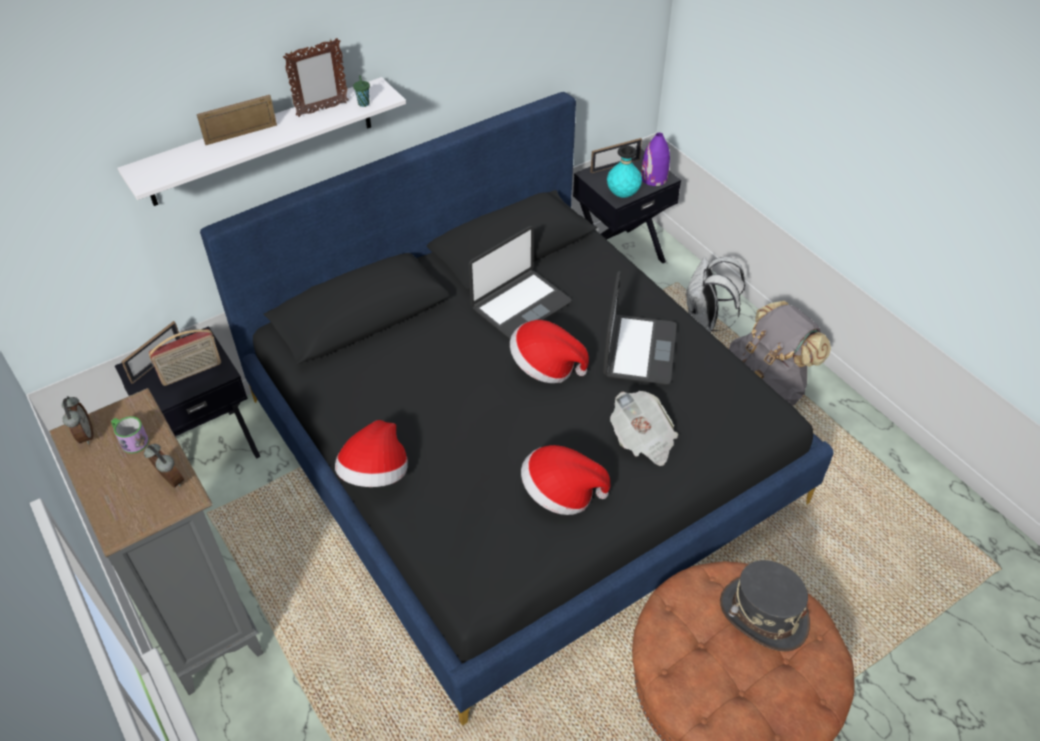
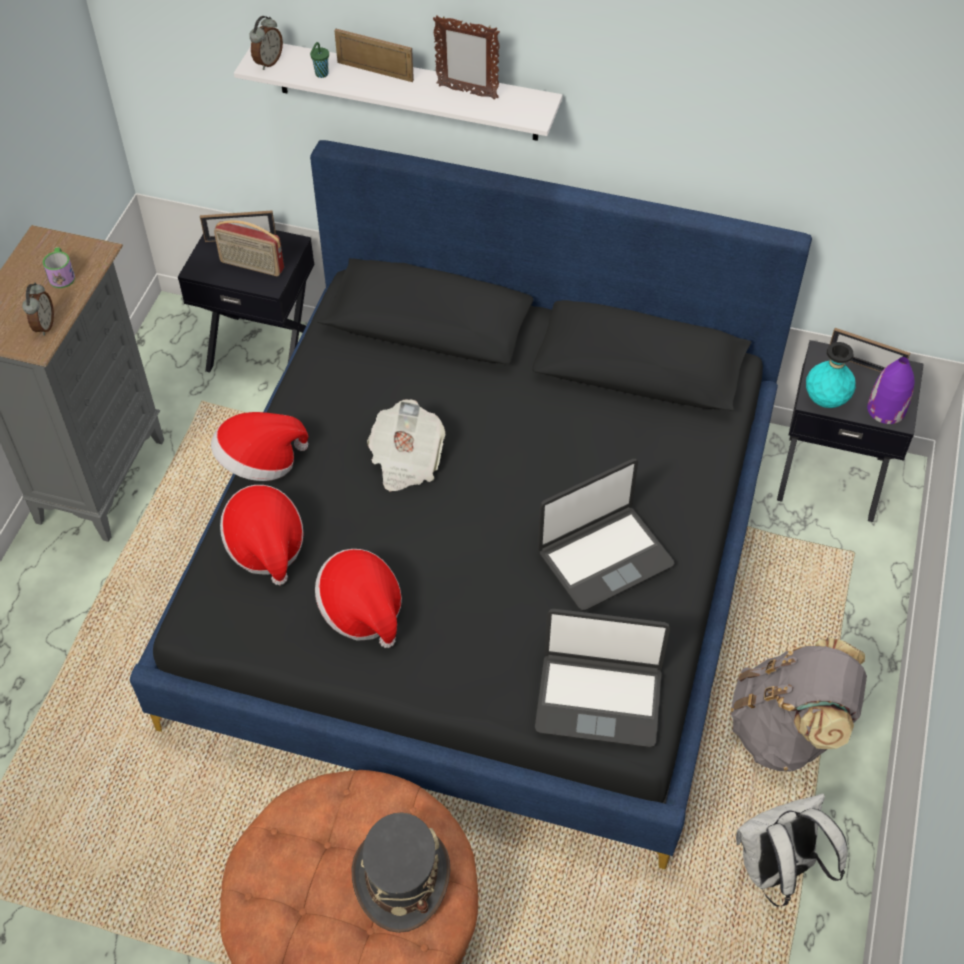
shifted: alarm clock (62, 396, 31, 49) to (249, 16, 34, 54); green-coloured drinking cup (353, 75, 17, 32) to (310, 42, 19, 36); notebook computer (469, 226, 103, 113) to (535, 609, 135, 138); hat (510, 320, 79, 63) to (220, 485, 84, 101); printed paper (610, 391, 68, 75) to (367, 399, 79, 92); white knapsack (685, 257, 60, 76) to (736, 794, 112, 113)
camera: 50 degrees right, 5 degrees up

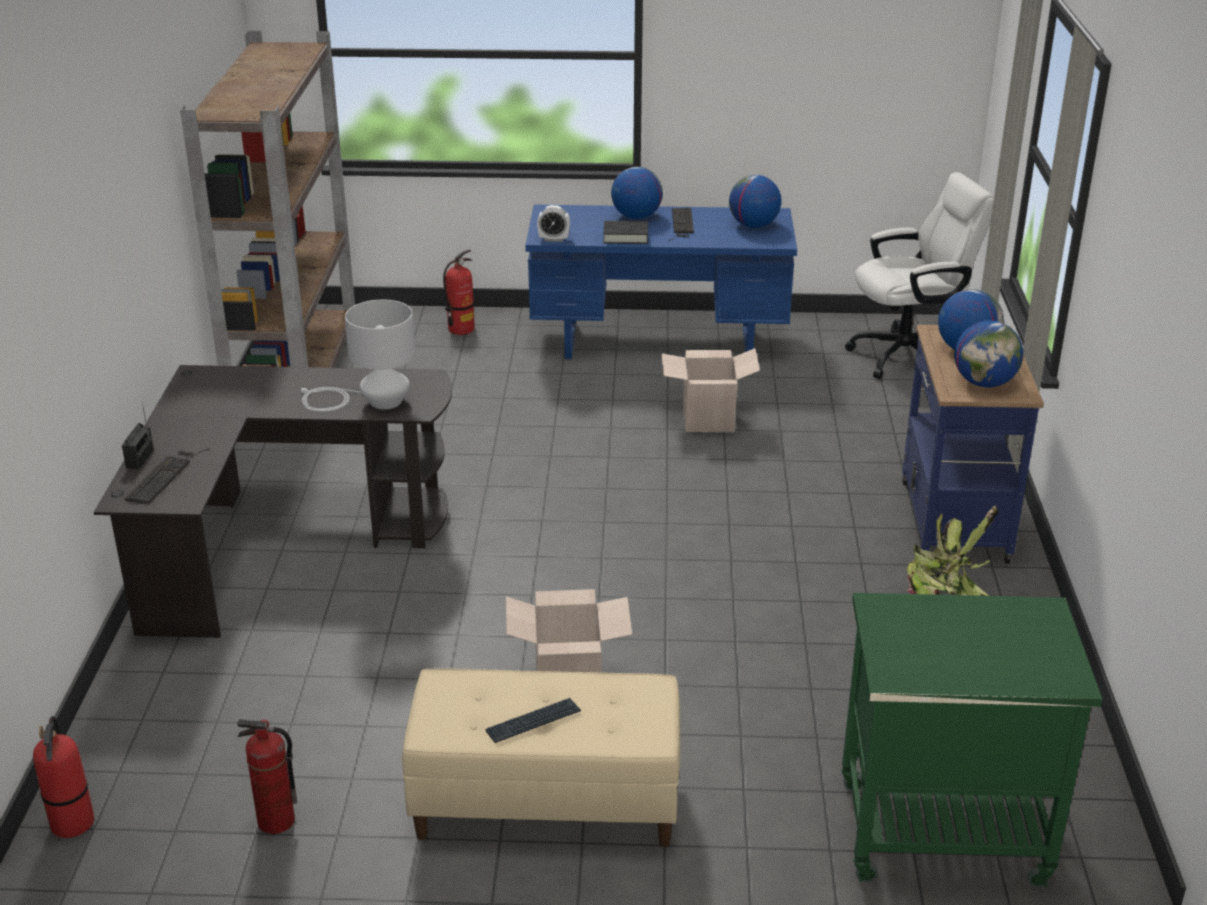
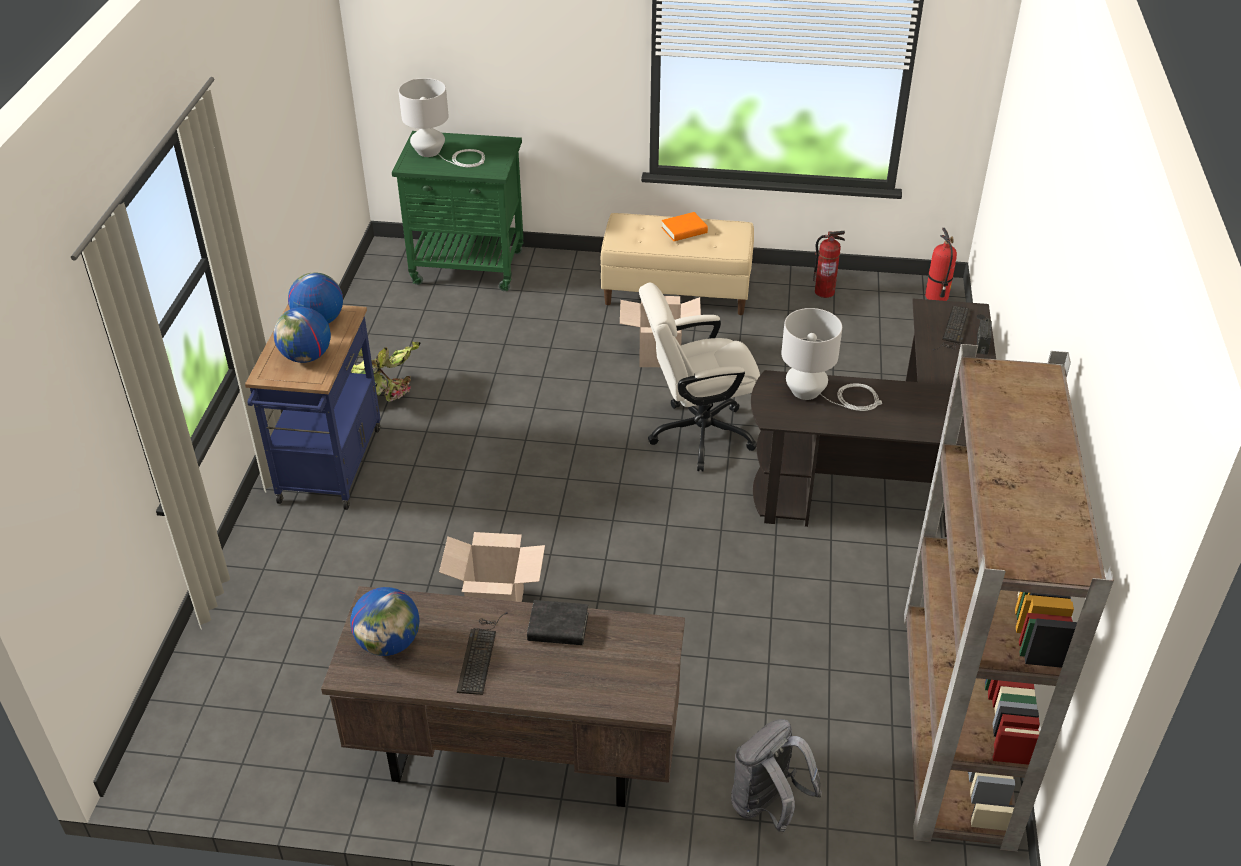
gone: alarm clock (537, 205, 33, 37); world globe (611, 167, 52, 52)
new: white table lamp (398, 78, 87, 89)
shifted: white computer chair (845, 172, 149, 207) to (639, 283, 121, 188)
swapped: extinguisher (443, 250, 32, 85) to greyish knapsack (731, 719, 91, 114); computer keyboard (485, 698, 96, 45) to orangey bound book (661, 212, 47, 29)
repainted: blue-coloured desk unit (525, 205, 272, 154) to brown desk unit (321, 586, 364, 221)
camera: 175 degrees left, 10 degrees up

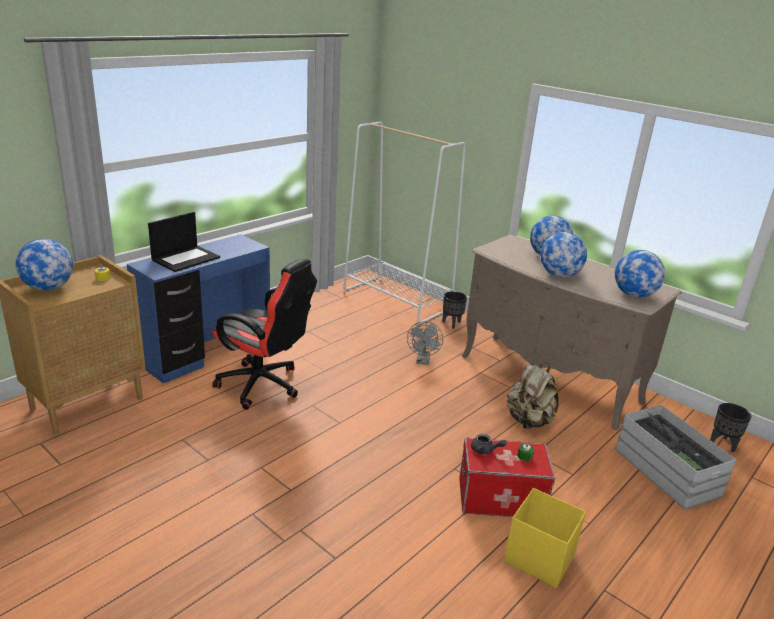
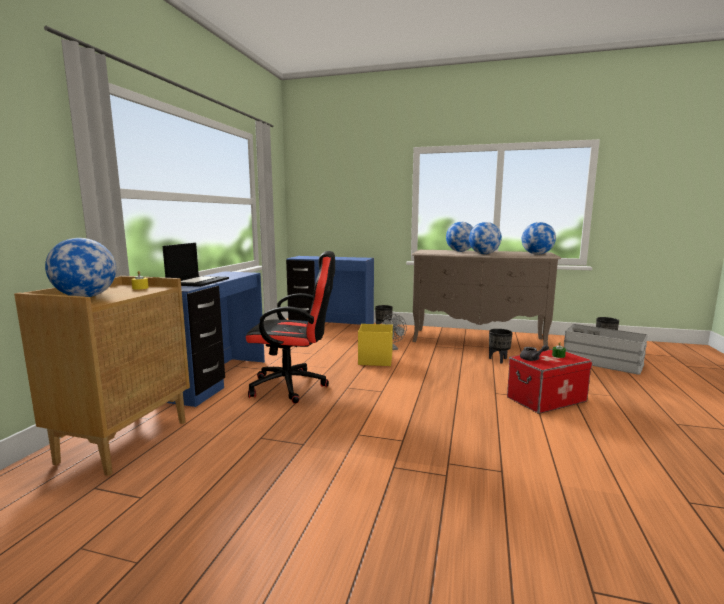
shifted: yellow-coloured storage box (504, 488, 82, 100) to (358, 324, 35, 42)
swapped: white clothes rack (343, 122, 123, 203) to blue-coloured desk unit (286, 256, 88, 69); beige knapsack (507, 363, 52, 66) to black-coloured planter (489, 329, 24, 34)
camera: 25 degrees left, 15 degrees down

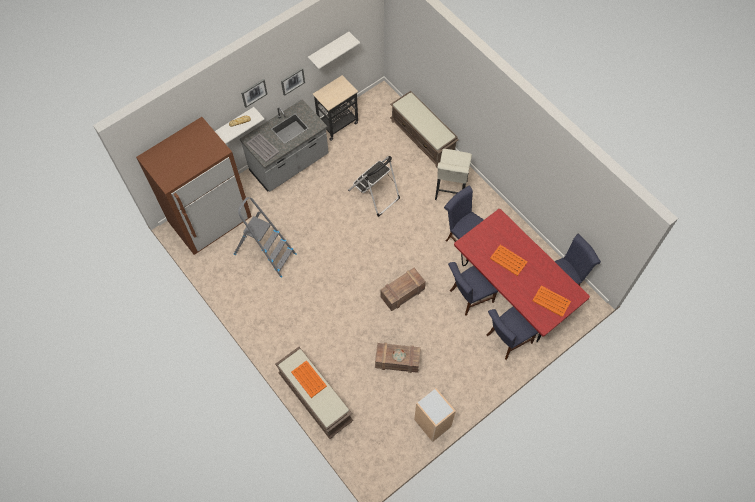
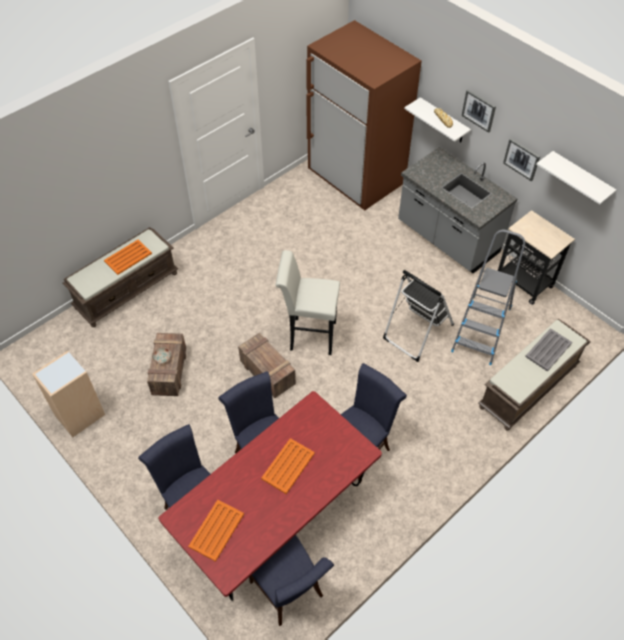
shifted: greyish step ladder (234, 197, 63, 81) to (451, 230, 74, 135); greyish tray (246, 133, 33, 29) to (525, 328, 47, 44); white stool seat (435, 149, 37, 51) to (276, 250, 64, 105)
camera: 85 degrees right, 10 degrees down

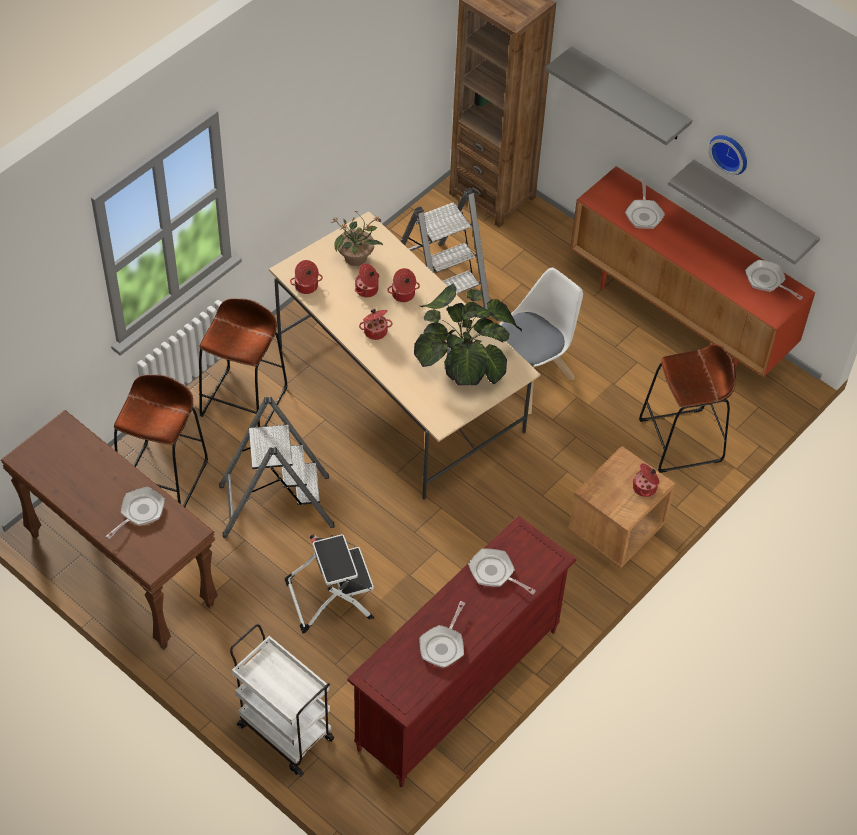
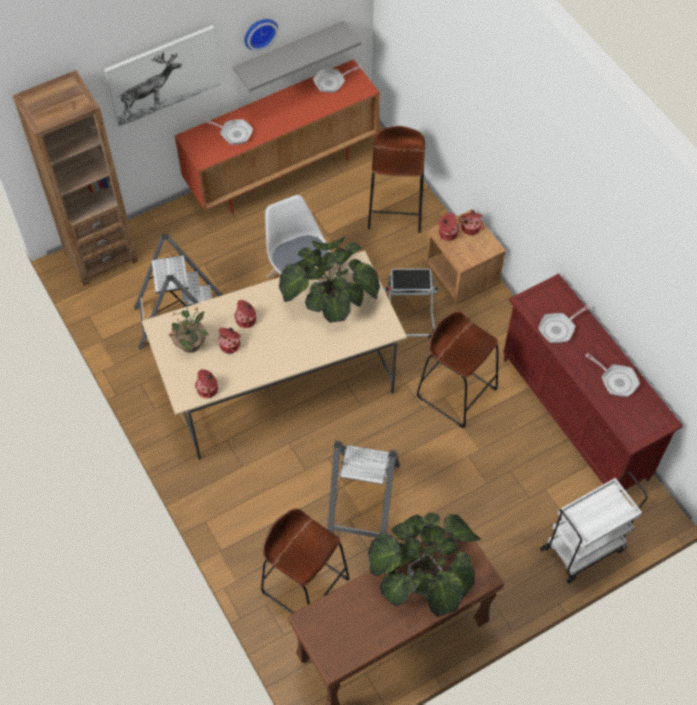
shifted: brown stool seat (199, 298, 89, 129) to (417, 311, 82, 117); step ladder (284, 534, 90, 100) to (384, 269, 54, 69); cooking pot (359, 309, 34, 31) to (439, 213, 20, 28)
swapped: frying pan (106, 487, 59, 52) to houseplant (368, 513, 114, 104); greyish shelf (545, 46, 147, 99) to wall art (104, 25, 118, 102)
camera: 70 degrees left, 5 degrees up

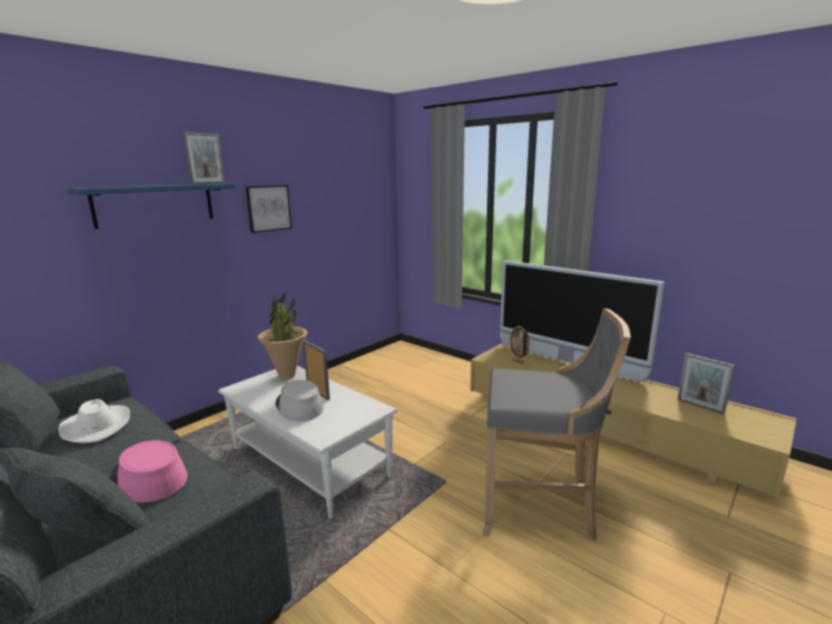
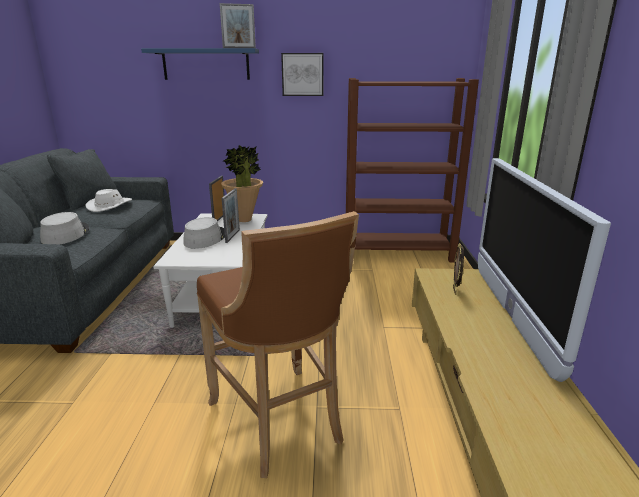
new: brown bookshelf (346, 78, 133, 184)
shifted: photo frame (677, 353, 58, 62) to (209, 176, 16, 46)
repainted: pinkish hat (110, 440, 77, 63) to greyish hat (40, 212, 49, 33); greyish stool seat (483, 308, 148, 233) to brown stool seat (197, 211, 162, 267)
camera: 50 degrees right, 5 degrees up

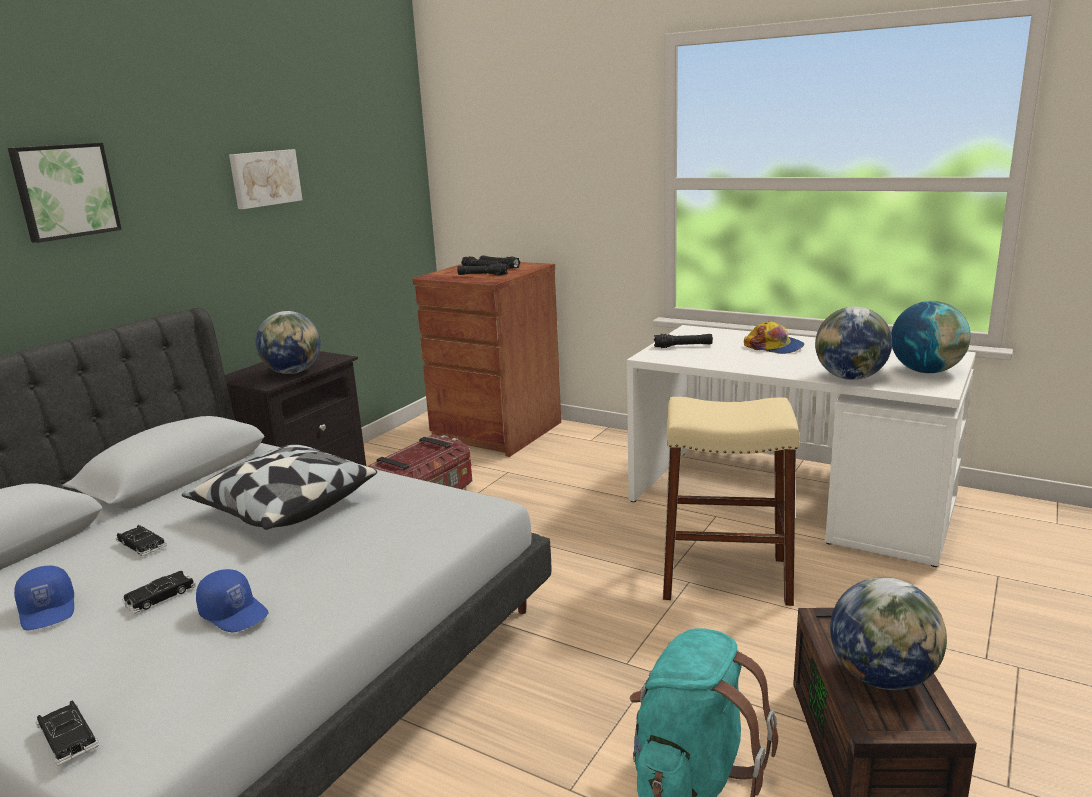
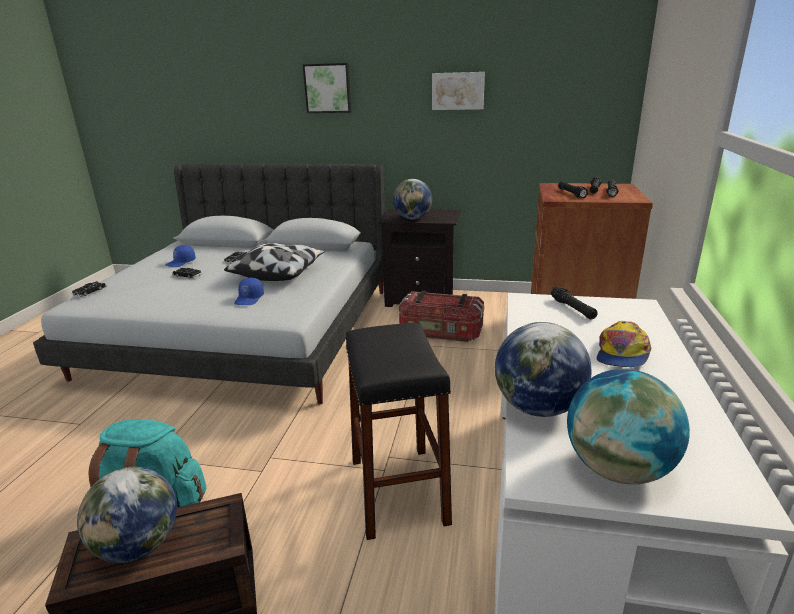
shifted: blue-coloured baseball cap (196, 569, 73, 64) to (234, 277, 30, 28)
repainted: beige stool seat (663, 397, 137, 209) to black-coloured stool seat (346, 323, 106, 217)
camera: 70 degrees right, 5 degrees up

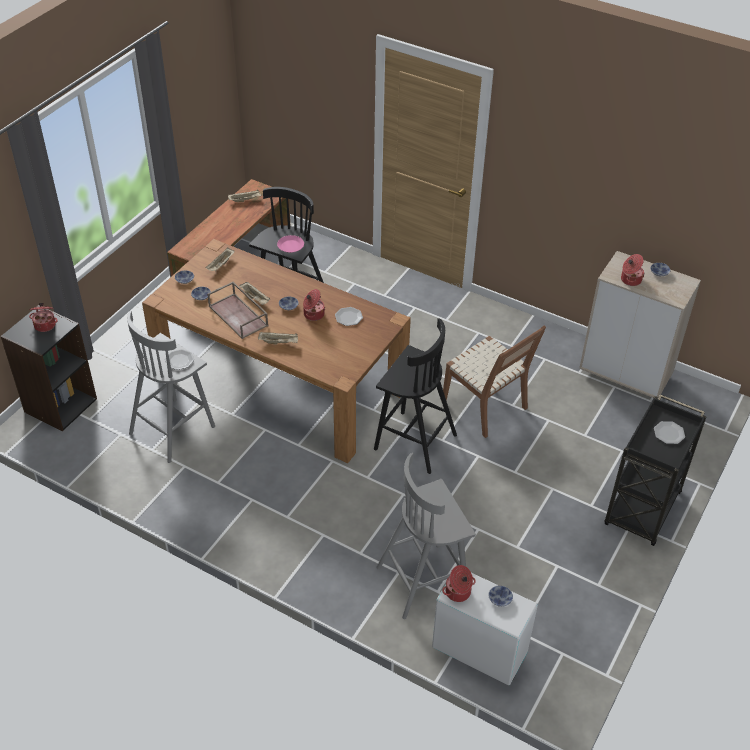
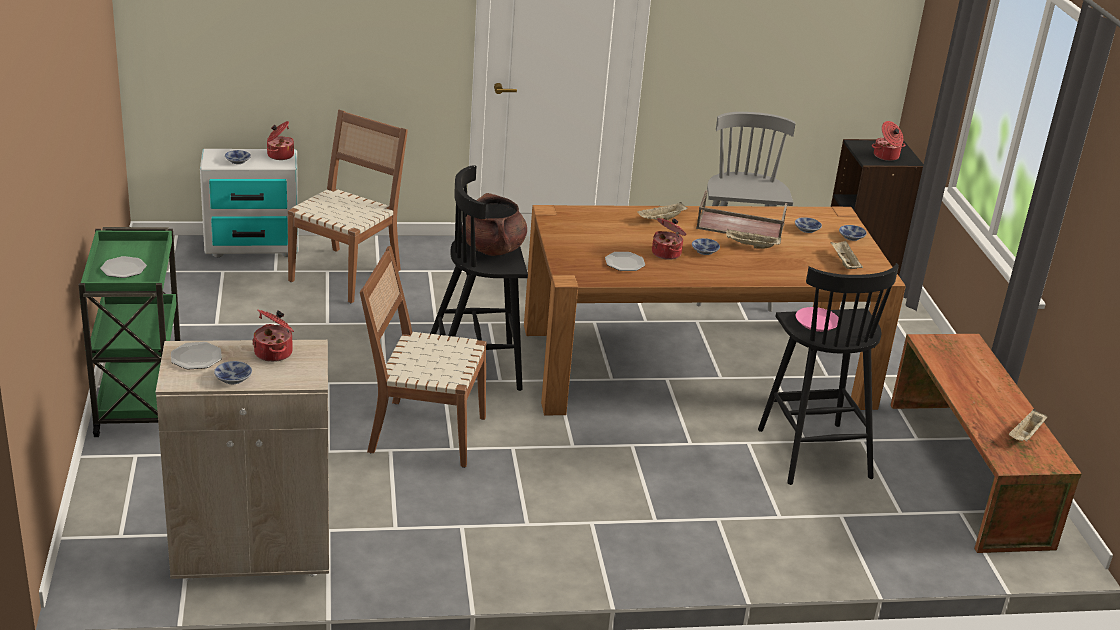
new: brown cooking pot (462, 193, 65, 63)
shifted: flat dish (165, 349, 29, 21) to (171, 342, 51, 28)
swapped: greyish stool seat (376, 453, 100, 166) to plain chair (288, 110, 120, 193)
repainted: black-coloured cart (604, 395, 103, 151) to green-coloured cart (78, 227, 102, 210)
camera: 140 degrees right, 15 degrees down

